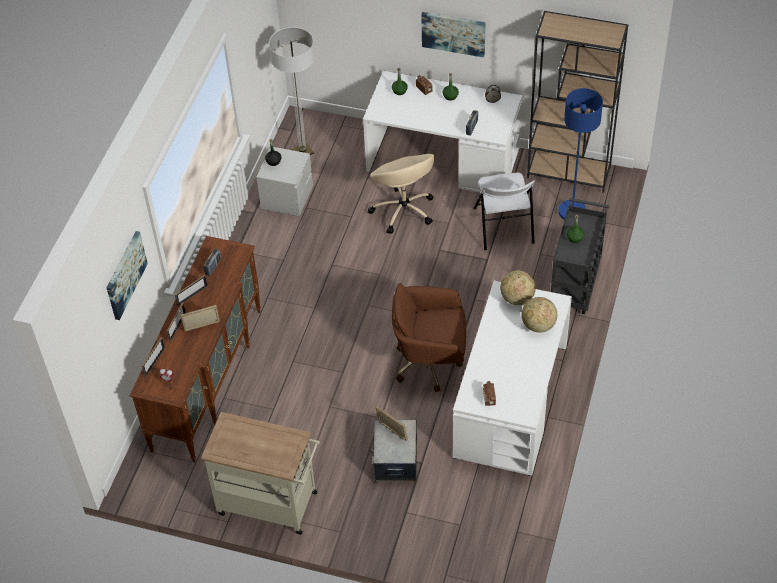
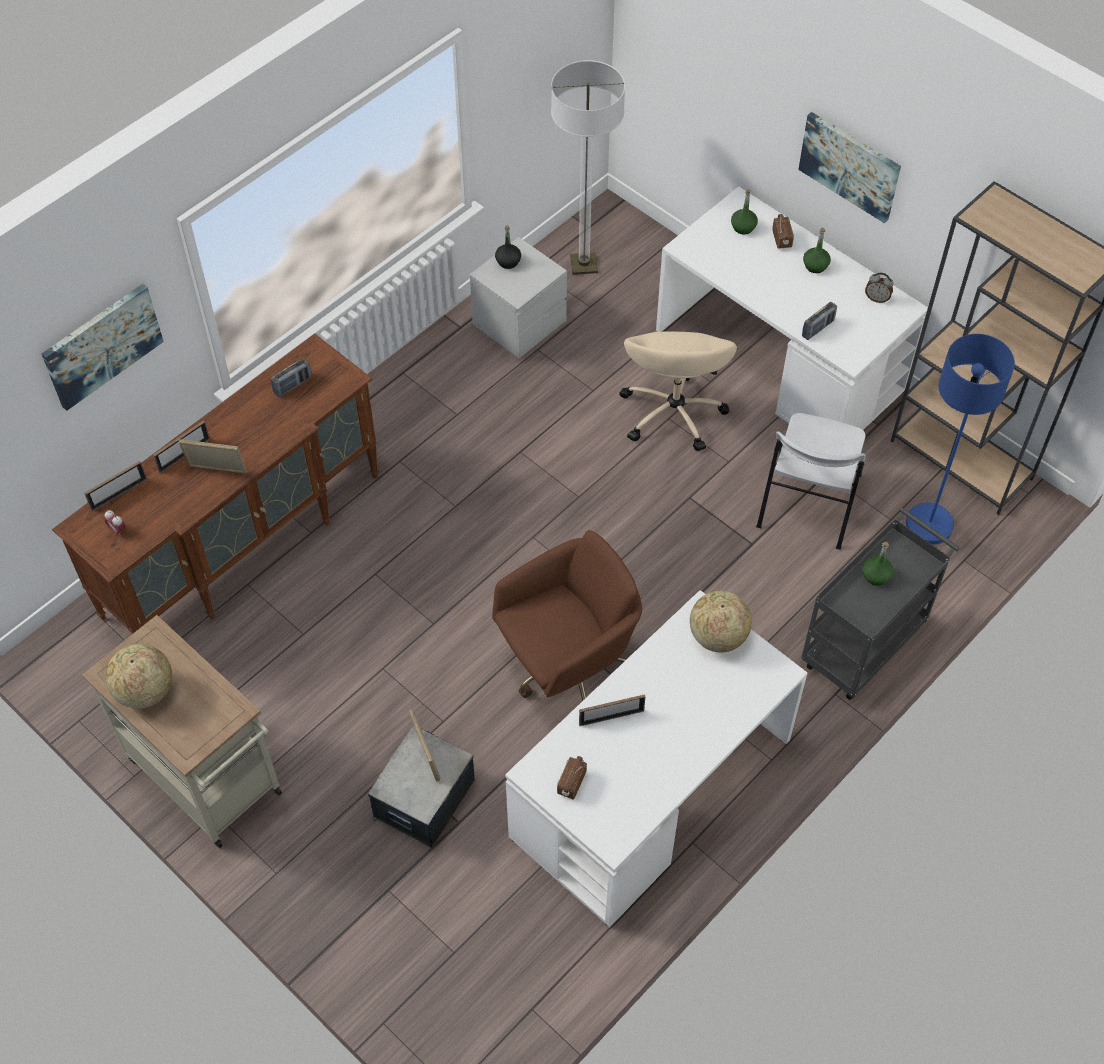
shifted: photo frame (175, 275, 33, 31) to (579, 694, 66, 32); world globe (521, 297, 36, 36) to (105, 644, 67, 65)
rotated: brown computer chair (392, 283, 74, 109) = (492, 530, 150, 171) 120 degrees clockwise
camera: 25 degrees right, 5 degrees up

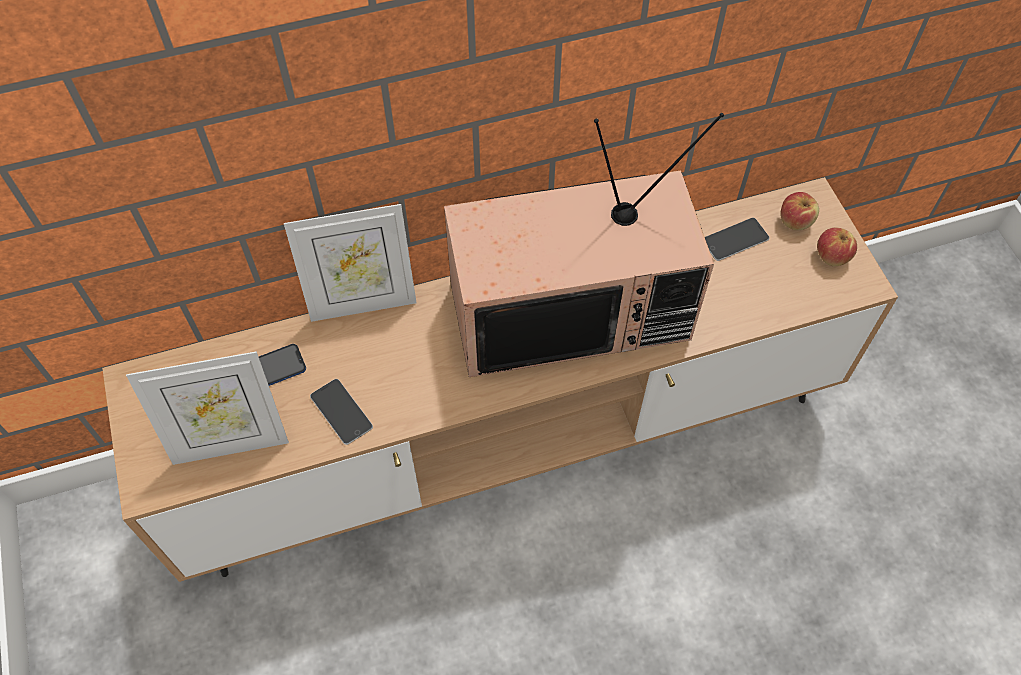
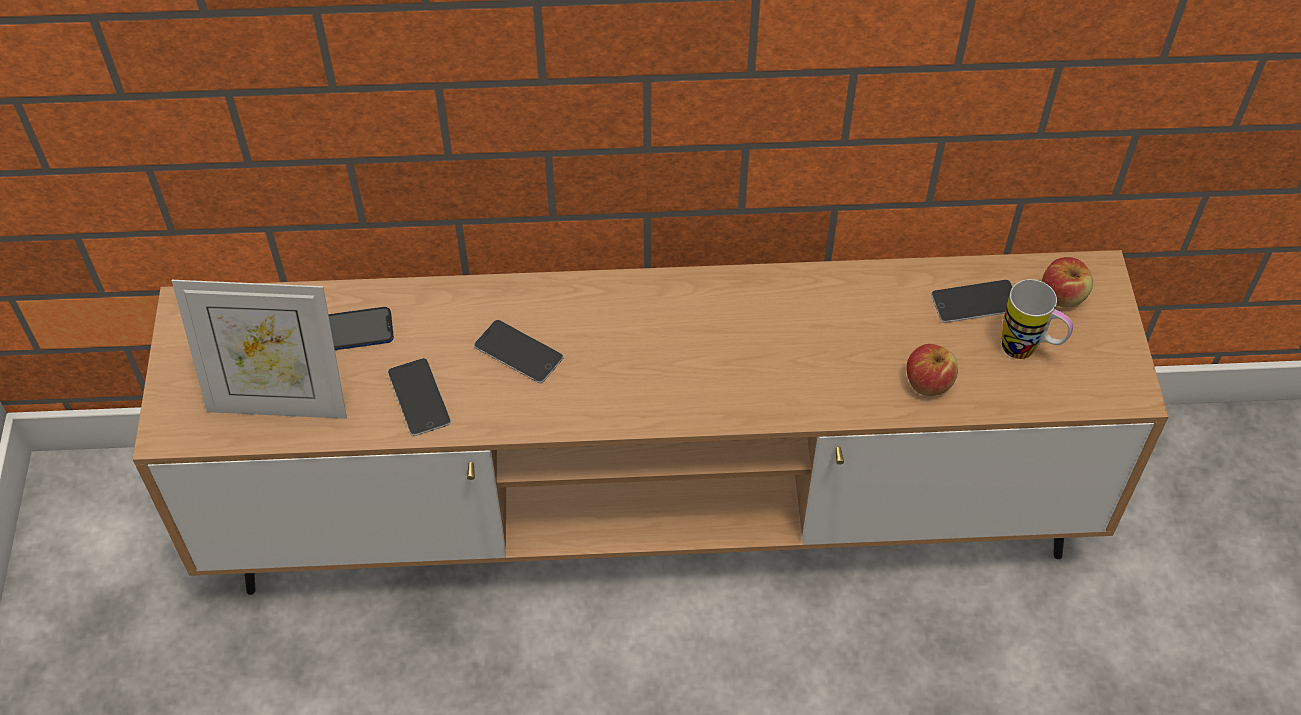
gone: photo frame (284, 204, 133, 118); television (444, 113, 280, 264)
new: telephone (474, 320, 90, 63); coffee mug (1002, 279, 71, 80)
shifted: apple (817, 228, 40, 38) to (906, 344, 52, 52)
camera: 15 degrees right, 5 degrees down

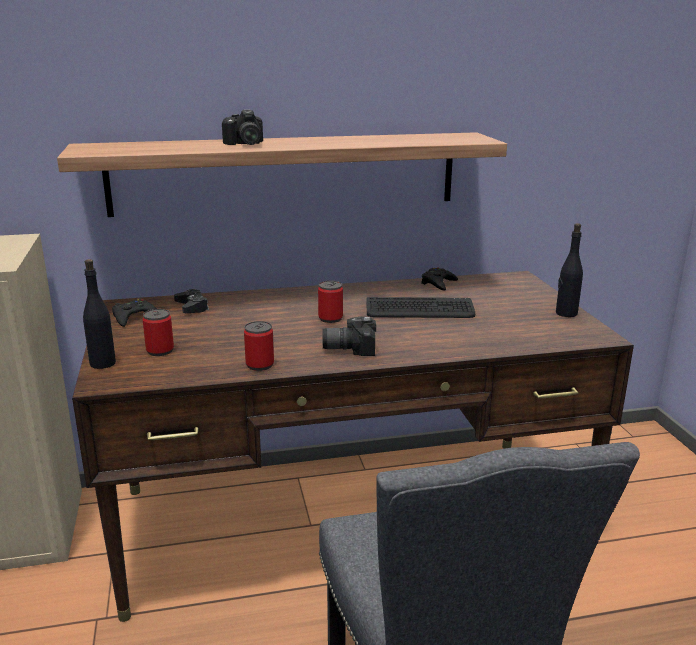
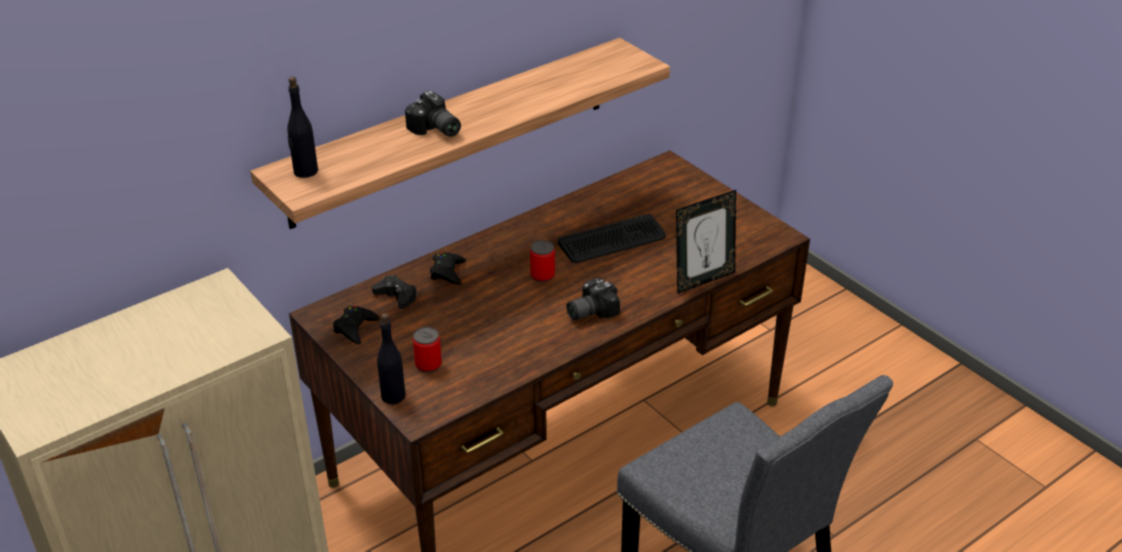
gone: can (244, 321, 30, 50)
new: photo frame (676, 190, 60, 104)
shifted: black-coloured game controller (421, 268, 37, 22) to (430, 252, 36, 33); black-coloured drink bottle (556, 223, 27, 94) to (287, 77, 31, 101)
camera: 25 degrees left, 15 degrees up

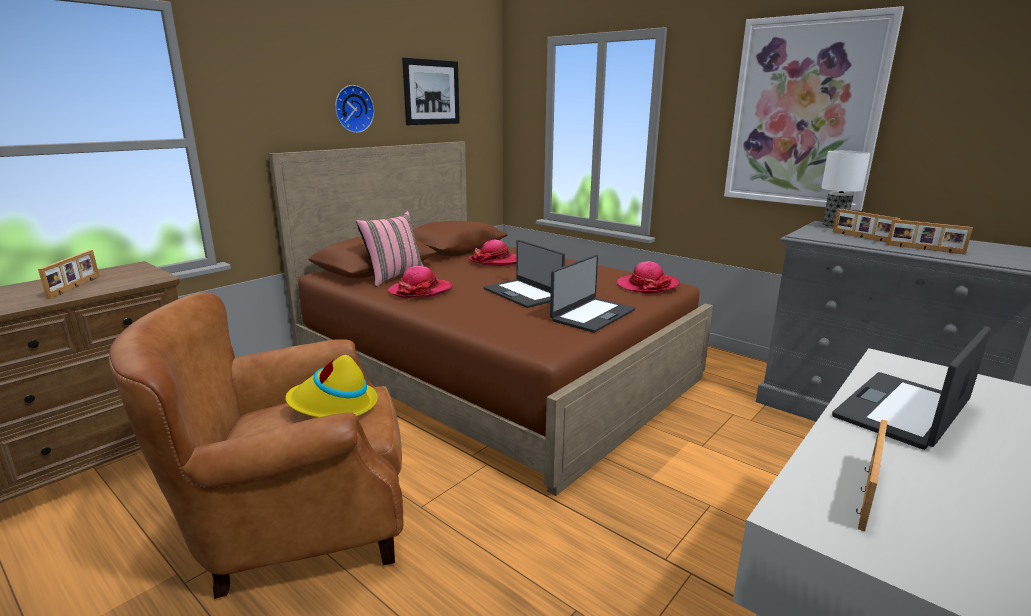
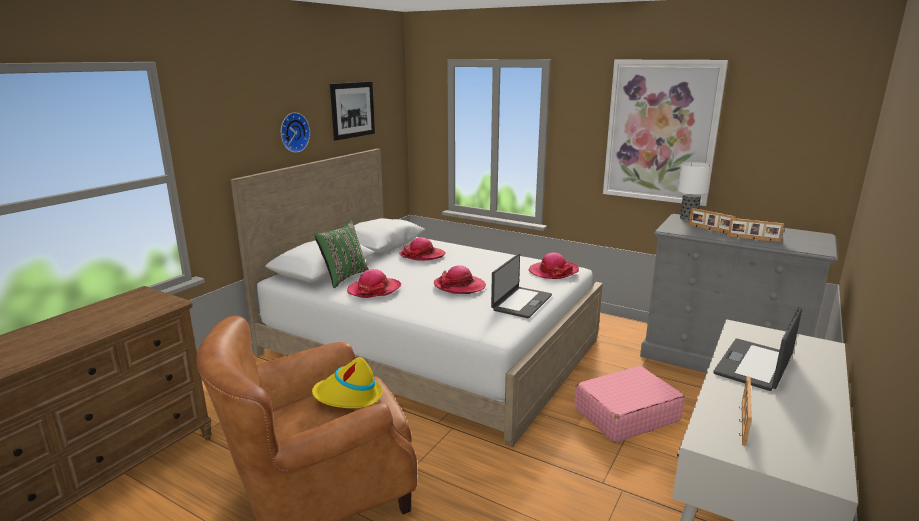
gone: photo frame (38, 250, 62, 49)
new: pinkish travel case (575, 366, 110, 77)
swapped: notebook computer (483, 240, 82, 68) to hat (434, 265, 52, 29)
repainted: brown bed (268, 141, 445, 355) to white bed (230, 149, 373, 298); pinkish throw pillow (356, 211, 67, 76) to green-coloured throw pillow (314, 221, 55, 67)
camera: 10 degrees left, 0 degrees up

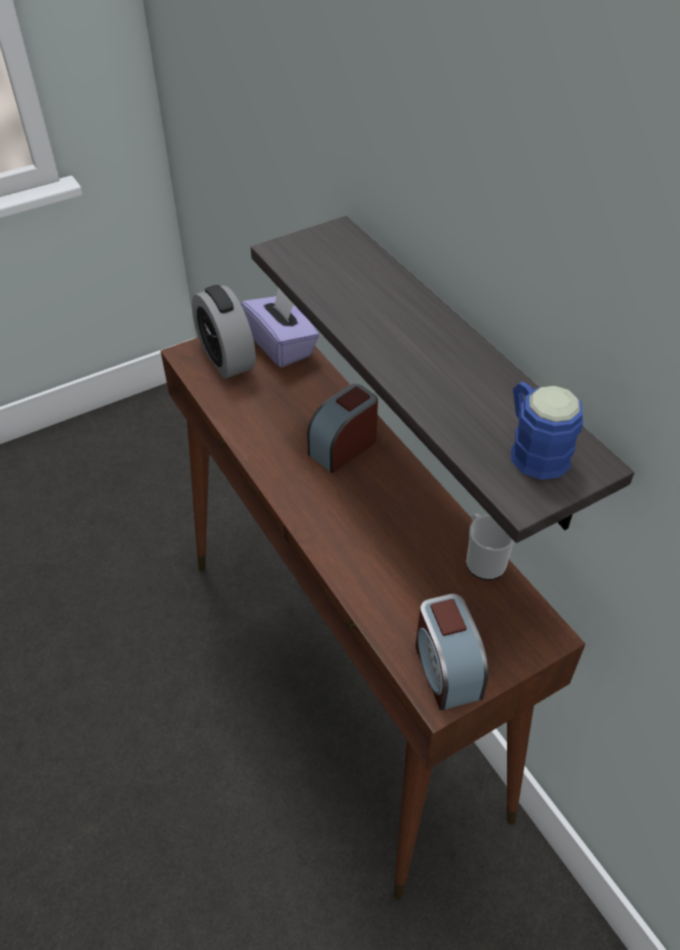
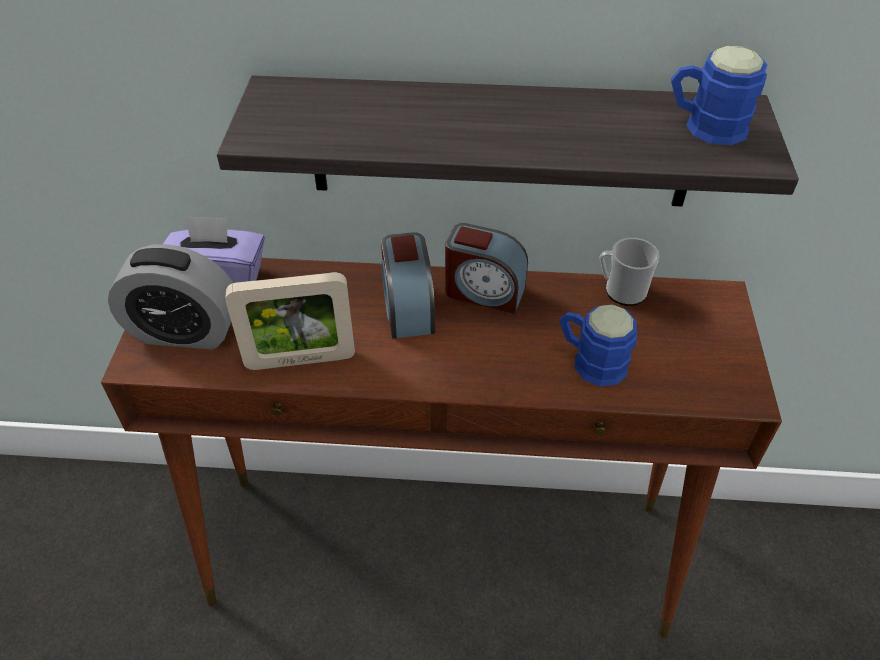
new: photo frame (225, 272, 130, 98); blue-coloured coffee mug (559, 305, 78, 81)
shifted: alarm clock (415, 594, 73, 116) to (445, 223, 83, 91)
camera: 55 degrees left, 0 degrees up

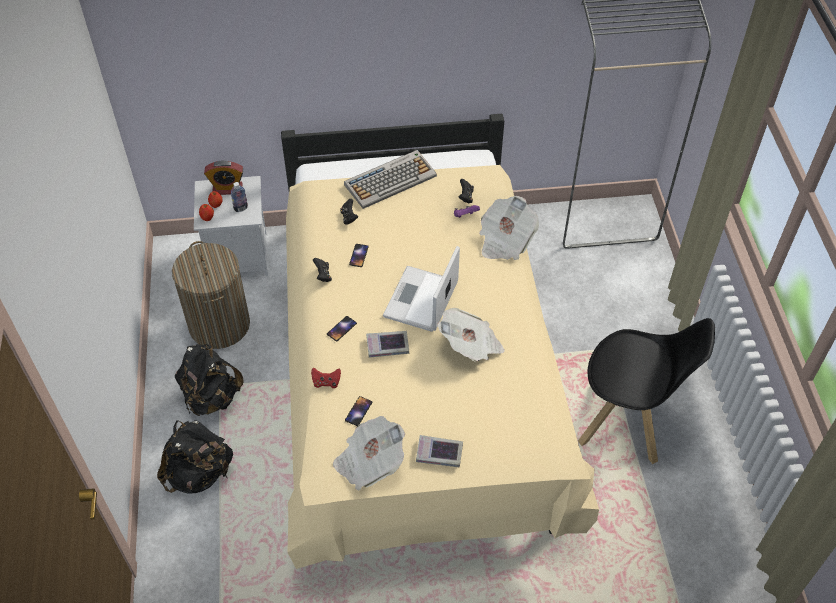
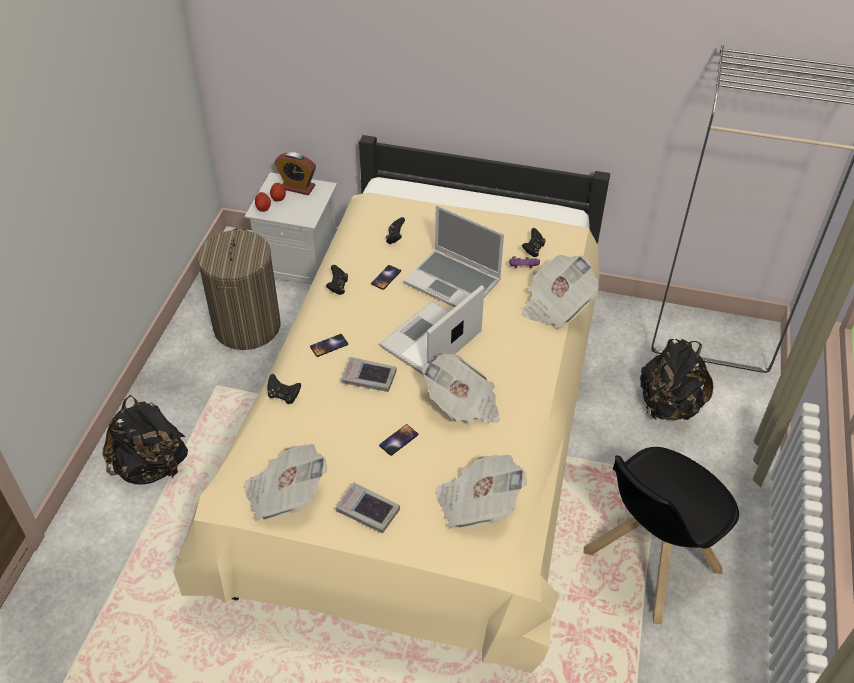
gone: drink bottle (231, 182, 17, 30); computer keyboard (344, 150, 93, 59)
new: notebook computer (404, 205, 100, 102); printed paper (435, 454, 92, 75)
shifted: black-coloured knapsack (175, 344, 69, 72) to (640, 339, 73, 81); telephone (345, 396, 27, 30) to (379, 424, 39, 32)
repainted: red game controller (311, 368, 30, 20) to black-coloured game controller (267, 374, 34, 30)
rotated: black-coloured plain chair (578, 318, 137, 146) = (583, 447, 156, 177) 105 degrees clockwise
camera: 20 degrees right, 5 degrees down

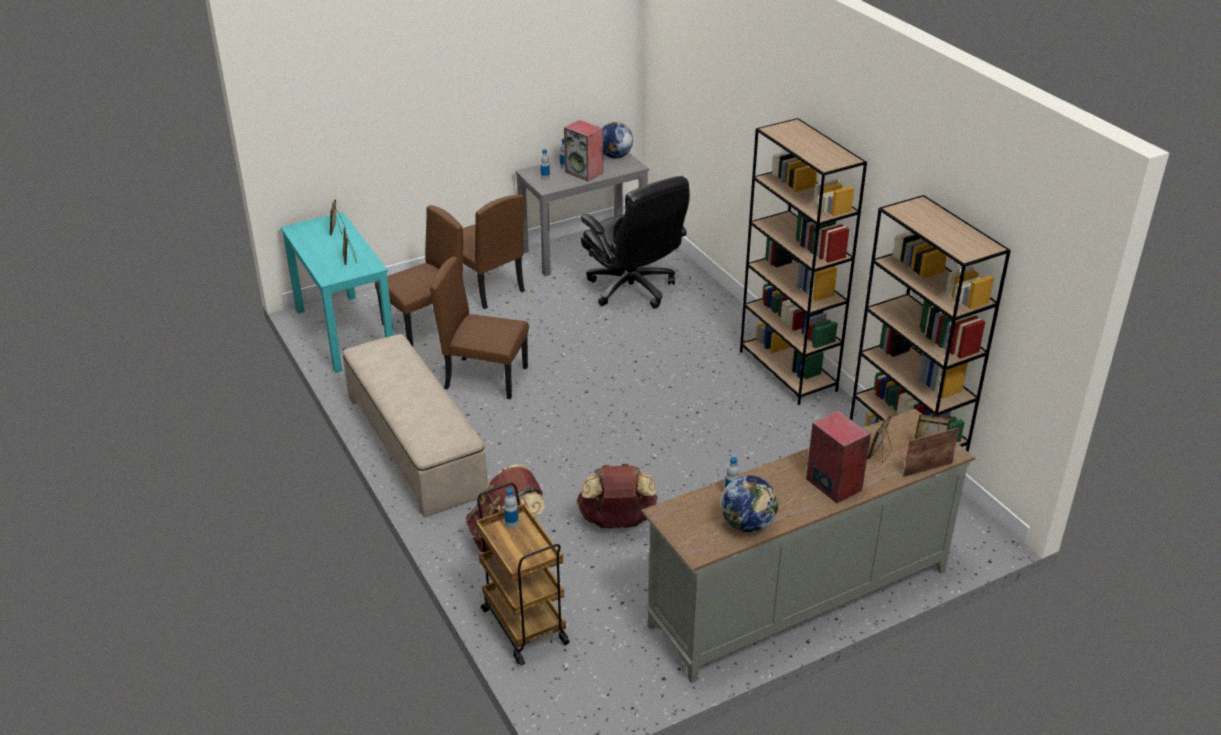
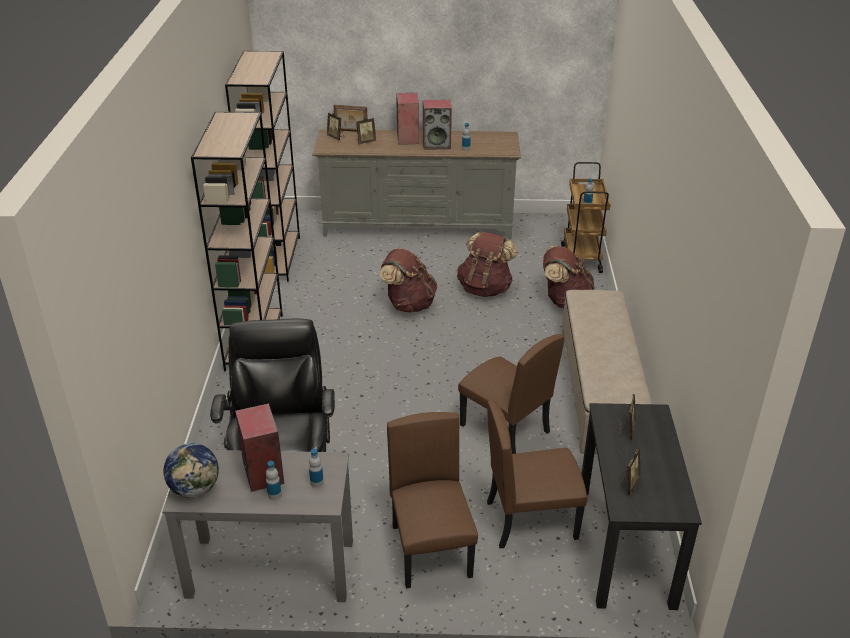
gone: world globe (721, 475, 57, 57)
new: brown knapsack (380, 248, 57, 64); loudspeaker (423, 100, 29, 50)
repainted: blue-green desk unit (281, 212, 113, 161) to black-coloured desk unit (582, 403, 120, 207)
camera: 150 degrees left, 0 degrees up

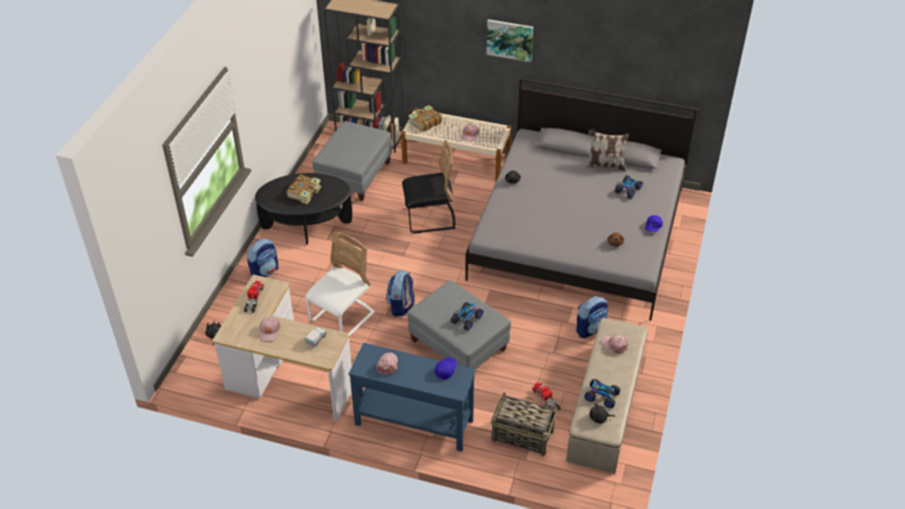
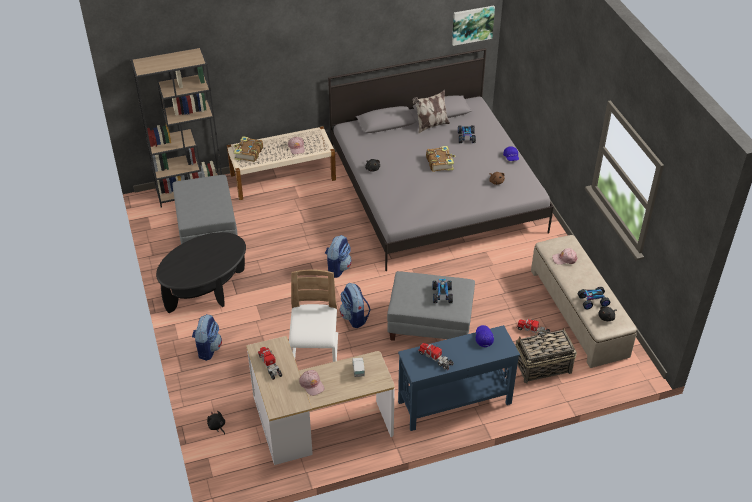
gone: black-coloured plain chair (402, 140, 53, 94)
shifted: bound book (286, 175, 35, 29) to (426, 146, 30, 26); wall art (486, 19, 47, 43) to (452, 6, 43, 40); knapsack (576, 296, 32, 42) to (325, 235, 27, 43)
swapped: pinkish baseball cap (376, 353, 22, 23) to toy lorry (418, 343, 36, 27)
camera: 35 degrees left, 0 degrees up

